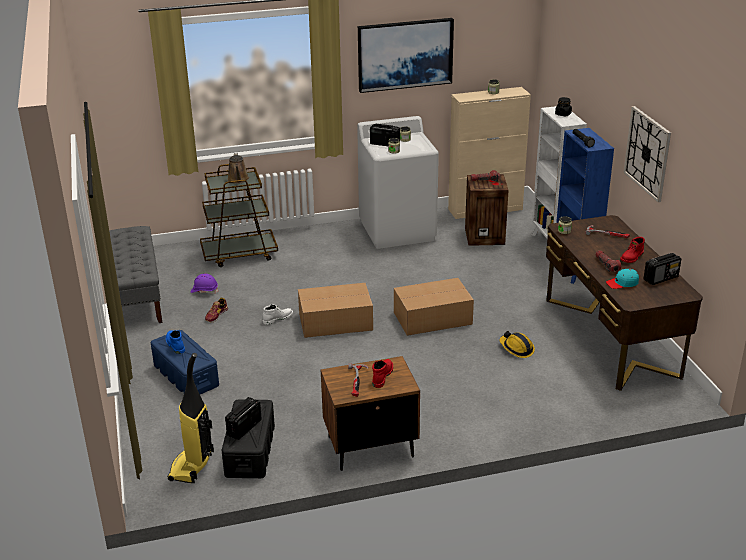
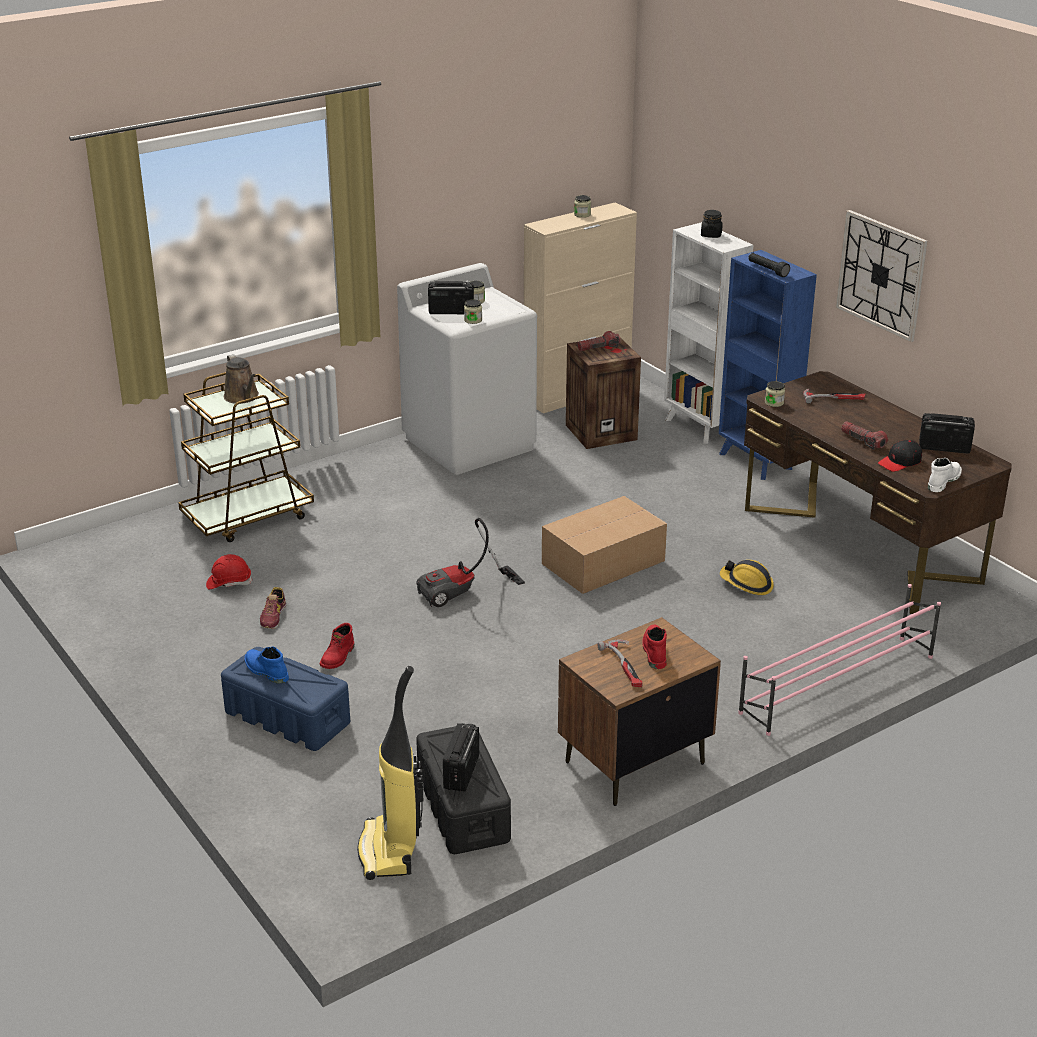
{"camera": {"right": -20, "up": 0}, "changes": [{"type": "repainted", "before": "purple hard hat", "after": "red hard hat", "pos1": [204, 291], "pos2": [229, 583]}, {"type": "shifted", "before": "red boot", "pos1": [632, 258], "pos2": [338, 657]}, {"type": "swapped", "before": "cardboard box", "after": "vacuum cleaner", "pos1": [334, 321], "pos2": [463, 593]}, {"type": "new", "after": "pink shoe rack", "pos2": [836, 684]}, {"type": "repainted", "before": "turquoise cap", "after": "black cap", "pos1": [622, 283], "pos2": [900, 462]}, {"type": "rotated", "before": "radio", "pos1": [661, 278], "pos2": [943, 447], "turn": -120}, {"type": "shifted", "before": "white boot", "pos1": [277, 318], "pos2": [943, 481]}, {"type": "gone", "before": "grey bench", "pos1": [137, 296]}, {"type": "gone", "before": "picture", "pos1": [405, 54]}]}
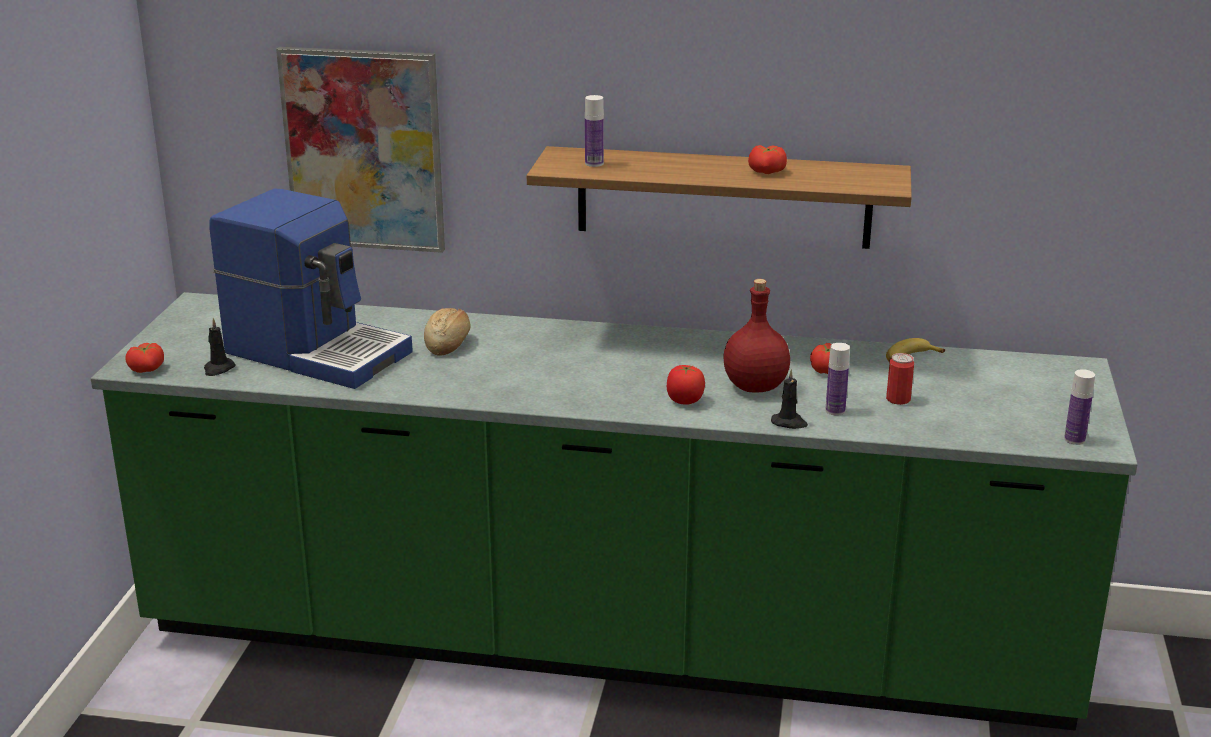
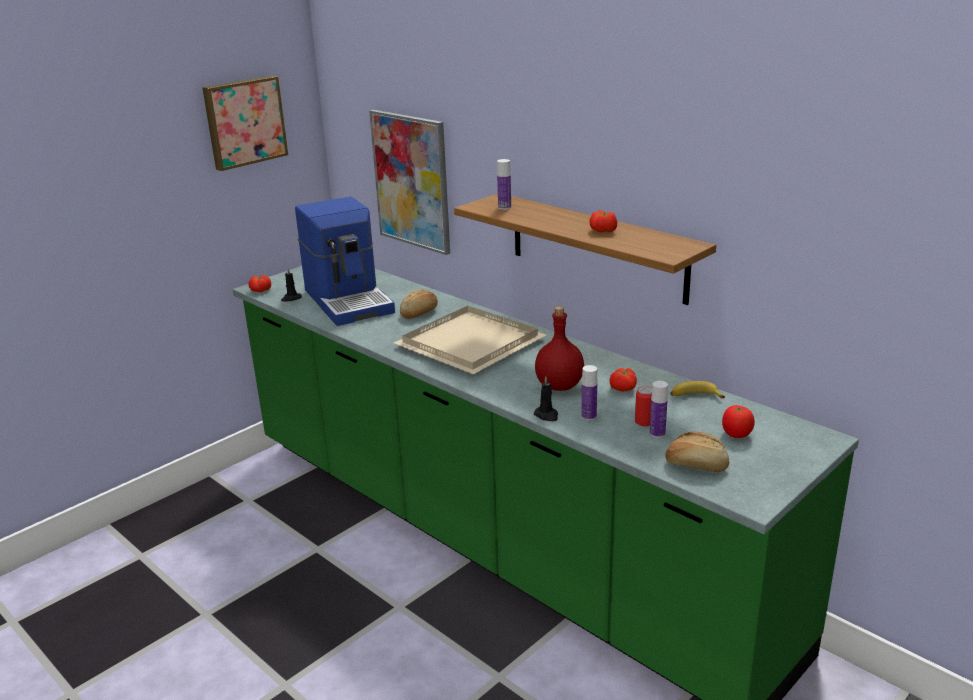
{"camera": {"right": 35, "up": 0}, "changes": [{"type": "new", "after": "picture", "pos2": [244, 122]}, {"type": "new", "after": "beige tray", "pos2": [470, 342]}, {"type": "shifted", "before": "bottle", "pos1": [1074, 439], "pos2": [657, 433]}, {"type": "new", "after": "bread", "pos2": [696, 465]}, {"type": "shifted", "before": "tomato", "pos1": [685, 401], "pos2": [736, 434]}]}
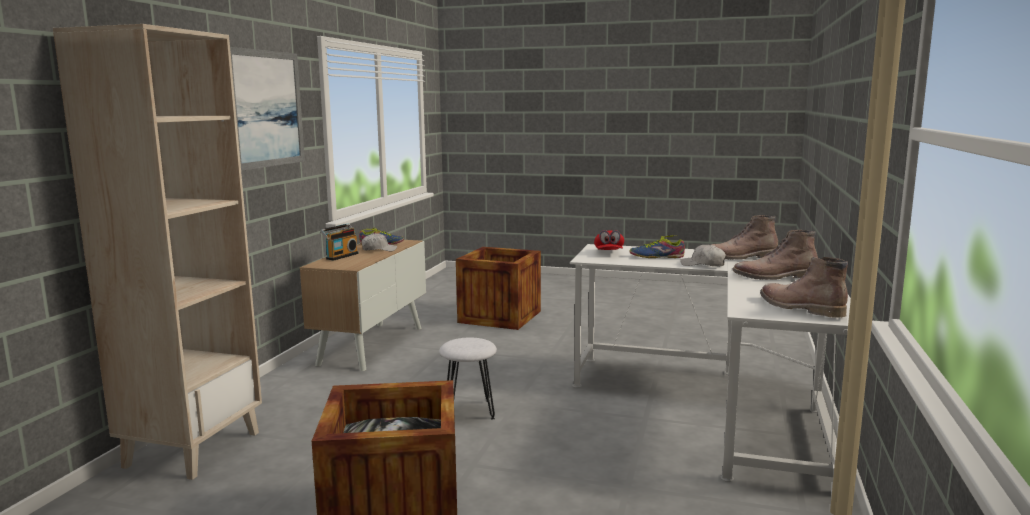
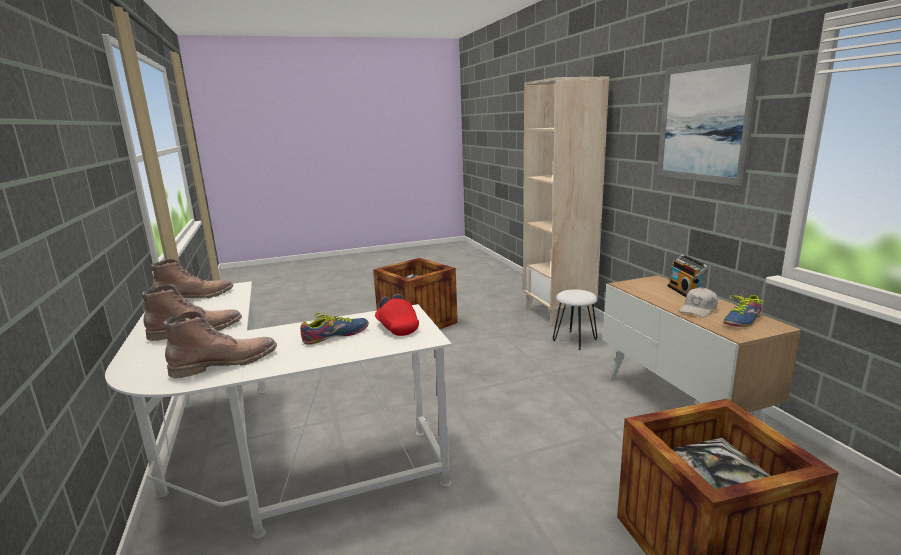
{"camera": {"right": 145, "up": 5}, "changes": [{"type": "rotated", "before": "brown boot", "pos1": [799, 308], "pos2": [196, 297], "turn": -60}, {"type": "shifted", "before": "white stool", "pos1": [469, 410], "pos2": [575, 340]}, {"type": "gone", "before": "white cap", "pos1": [703, 265]}]}
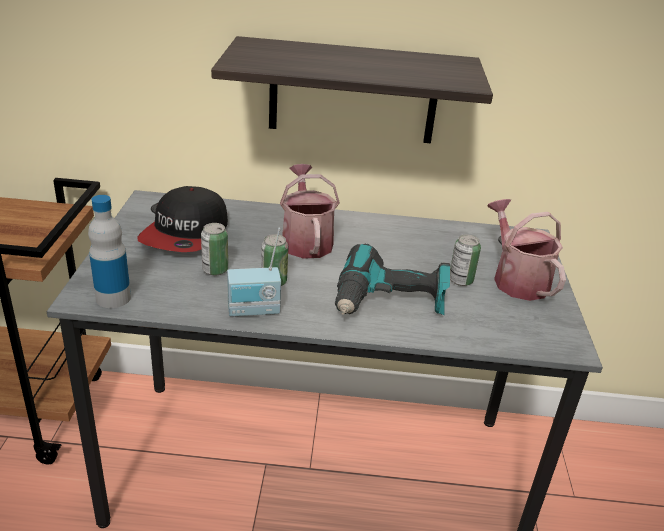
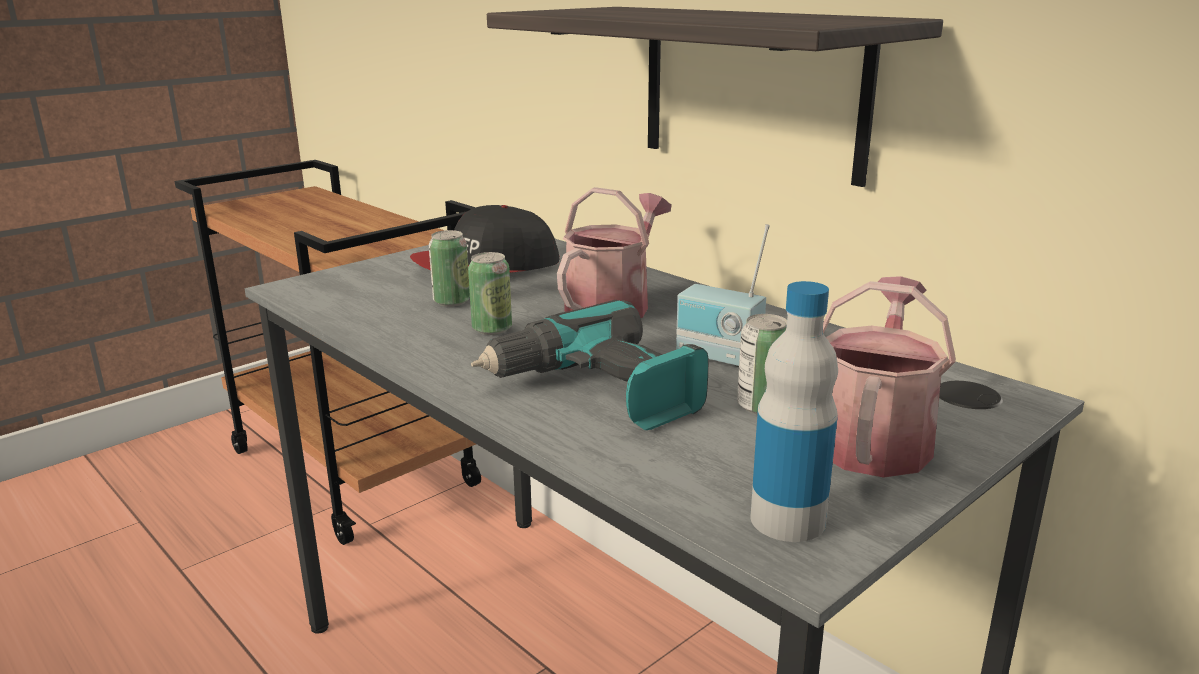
{"camera": {"right": 45, "up": -10}, "changes": [{"type": "shifted", "before": "radio", "pos1": [254, 311], "pos2": [717, 358]}, {"type": "shifted", "before": "bottle", "pos1": [113, 298], "pos2": [787, 520]}]}
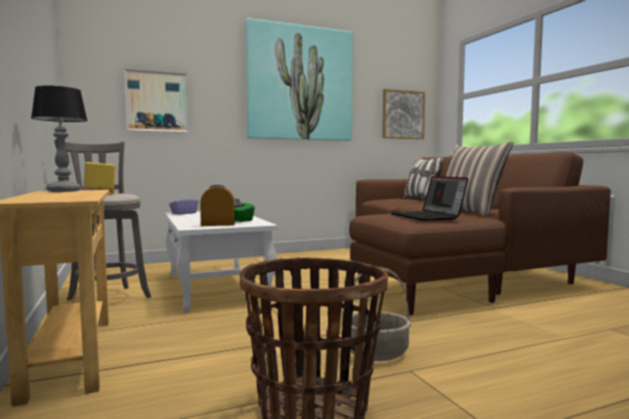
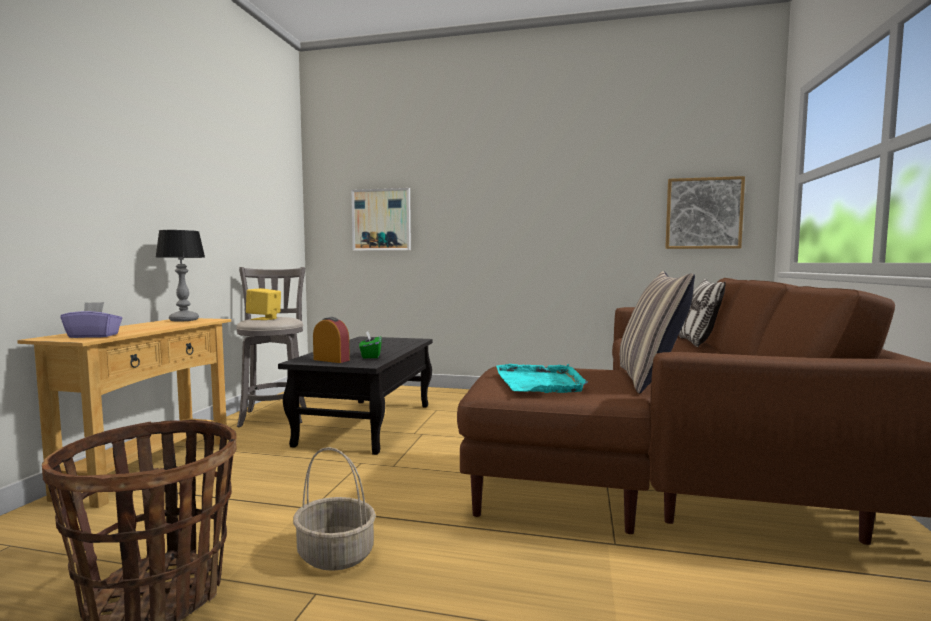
{"camera": {"right": 35, "up": 0}, "changes": [{"type": "shifted", "before": "purple tissue box", "pos1": [184, 213], "pos2": [94, 336]}, {"type": "repainted", "before": "white coffee table", "after": "black coffee table", "pos1": [216, 287], "pos2": [367, 424]}, {"type": "swapped", "before": "laptop", "after": "turquoise tray", "pos1": [428, 217], "pos2": [540, 382]}, {"type": "gone", "before": "picture", "pos1": [300, 84]}]}
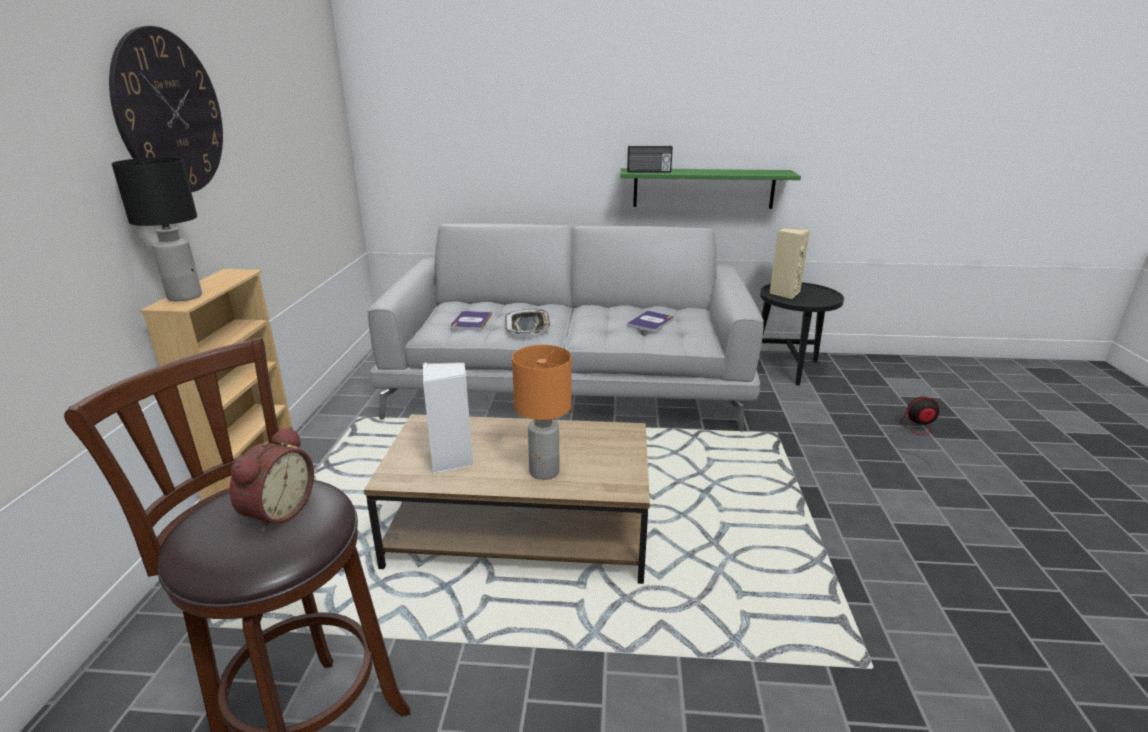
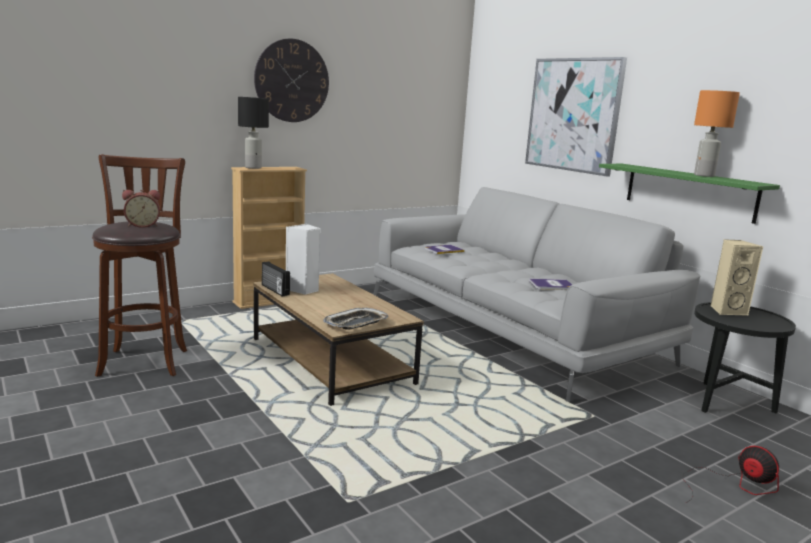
{"camera": {"right": 50, "up": -10}, "changes": [{"type": "shifted", "before": "radio", "pos1": [648, 171], "pos2": [274, 290]}, {"type": "shifted", "before": "tray", "pos1": [528, 326], "pos2": [356, 323]}, {"type": "new", "after": "picture", "pos2": [573, 115]}, {"type": "shifted", "before": "orange table lamp", "pos1": [544, 472], "pos2": [704, 175]}]}
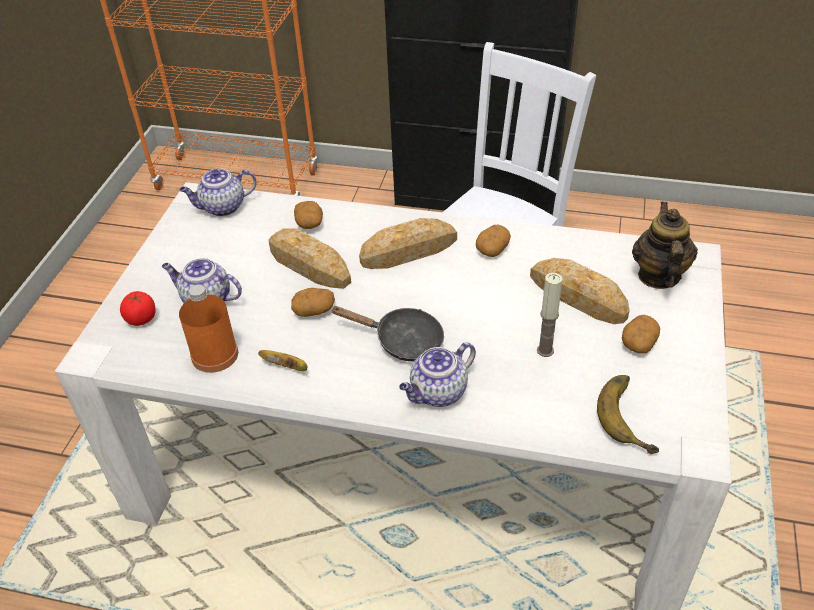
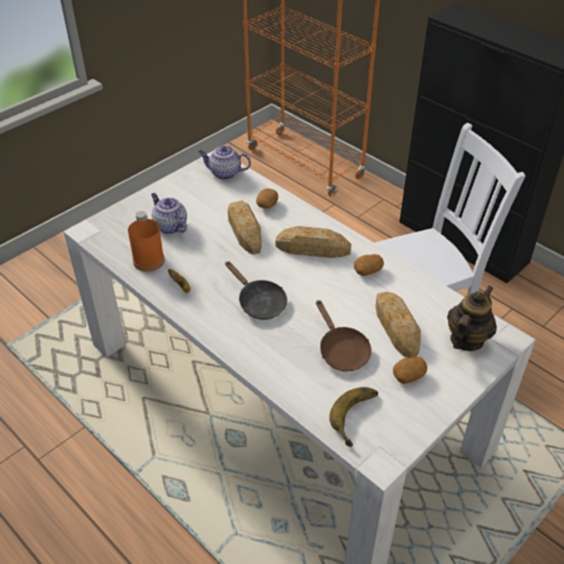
{"camera": {"right": 30, "up": 0}, "changes": [{"type": "swapped", "before": "candle", "after": "brown frying pan", "pos1": [545, 350], "pos2": [341, 350]}, {"type": "gone", "before": "tomato", "pos1": [141, 318]}, {"type": "gone", "before": "potato", "pos1": [314, 310]}, {"type": "gone", "before": "teapot", "pos1": [438, 393]}]}
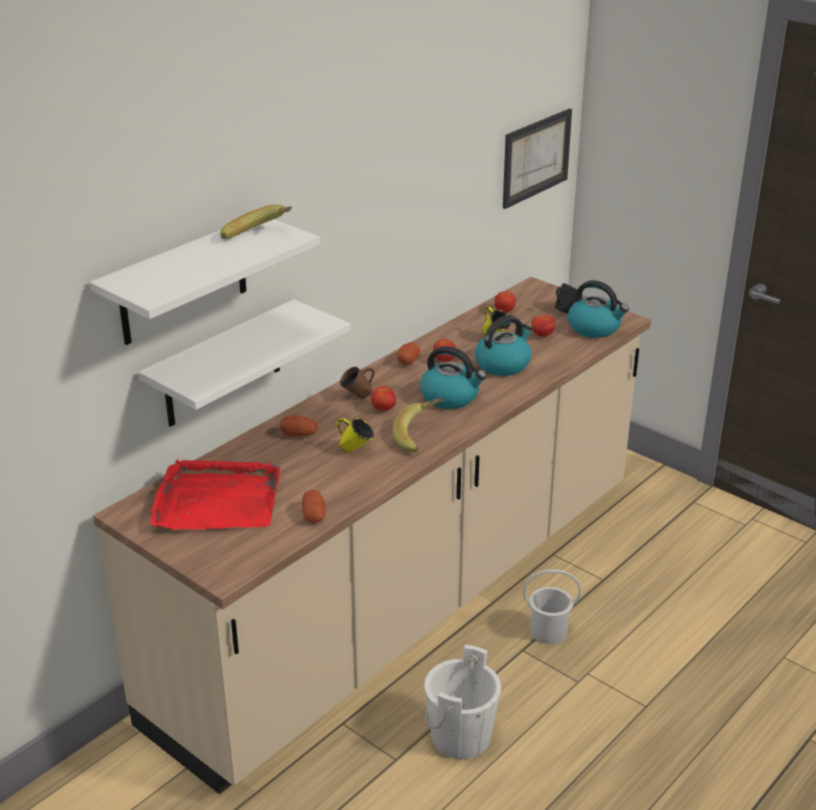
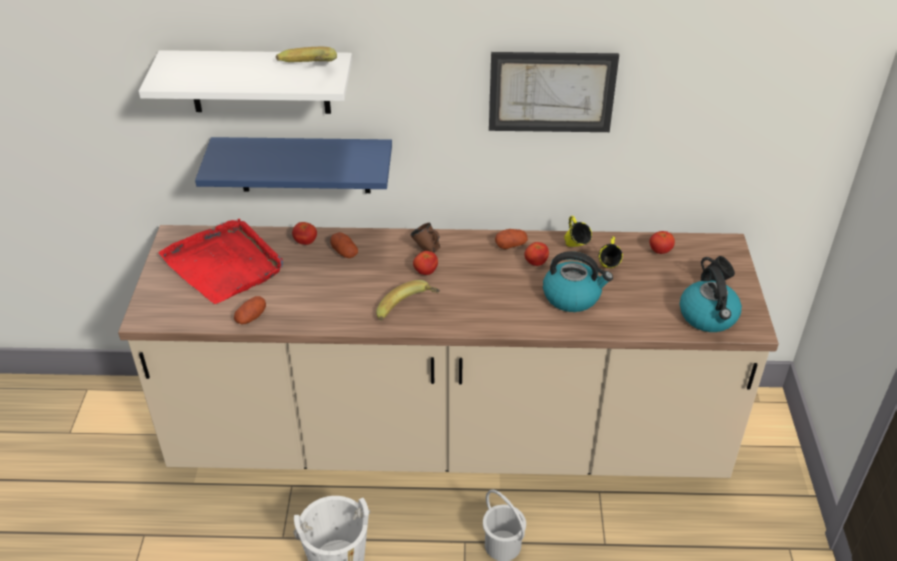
{"camera": {"right": 50, "up": 10}, "changes": [{"type": "repainted", "before": "white shelf", "after": "blue shelf", "pos1": [222, 365], "pos2": [304, 165]}, {"type": "shifted", "before": "tomato", "pos1": [542, 335], "pos2": [305, 242]}, {"type": "shifted", "before": "picture", "pos1": [536, 157], "pos2": [551, 91]}, {"type": "shifted", "before": "yellow mug", "pos1": [355, 451], "pos2": [575, 248]}, {"type": "gone", "before": "kettle", "pos1": [451, 397]}]}
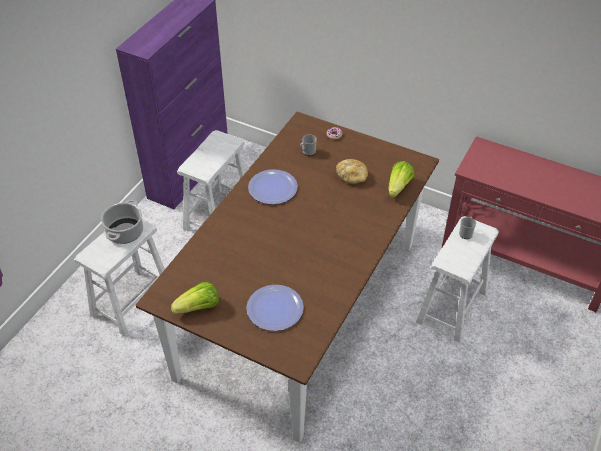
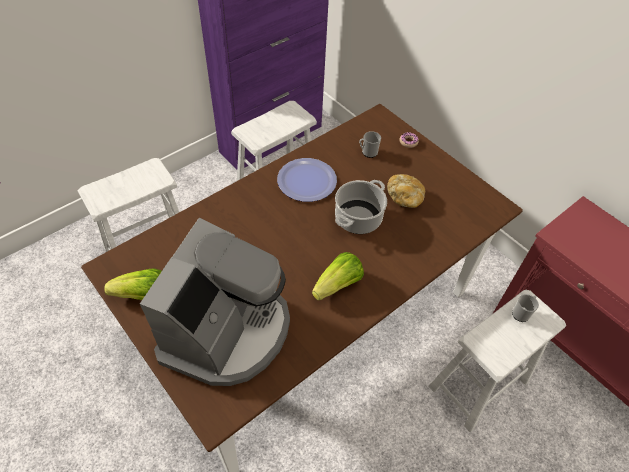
{"camera": {"right": 20, "up": 5}, "changes": [{"type": "swapped", "before": "plate", "after": "coffee machine", "pos1": [275, 308], "pos2": [227, 331]}, {"type": "shifted", "before": "lettuce", "pos1": [398, 187], "pos2": [338, 285]}, {"type": "shifted", "before": "cooking pot", "pos1": [125, 232], "pos2": [358, 219]}]}
